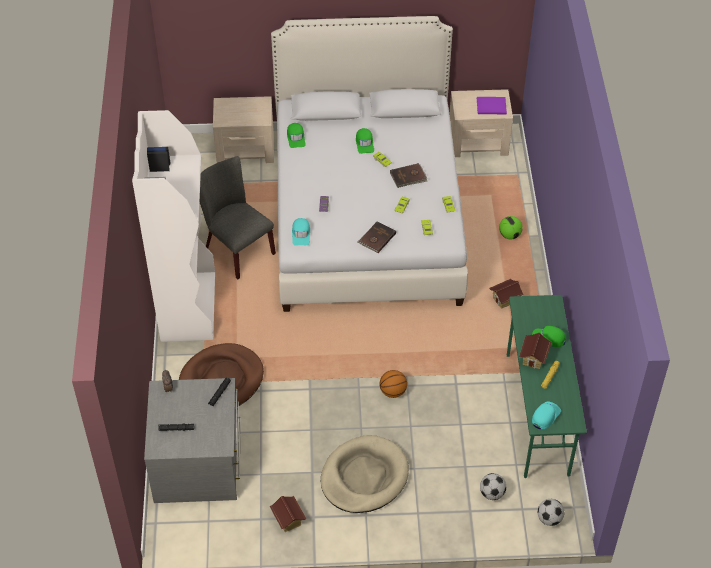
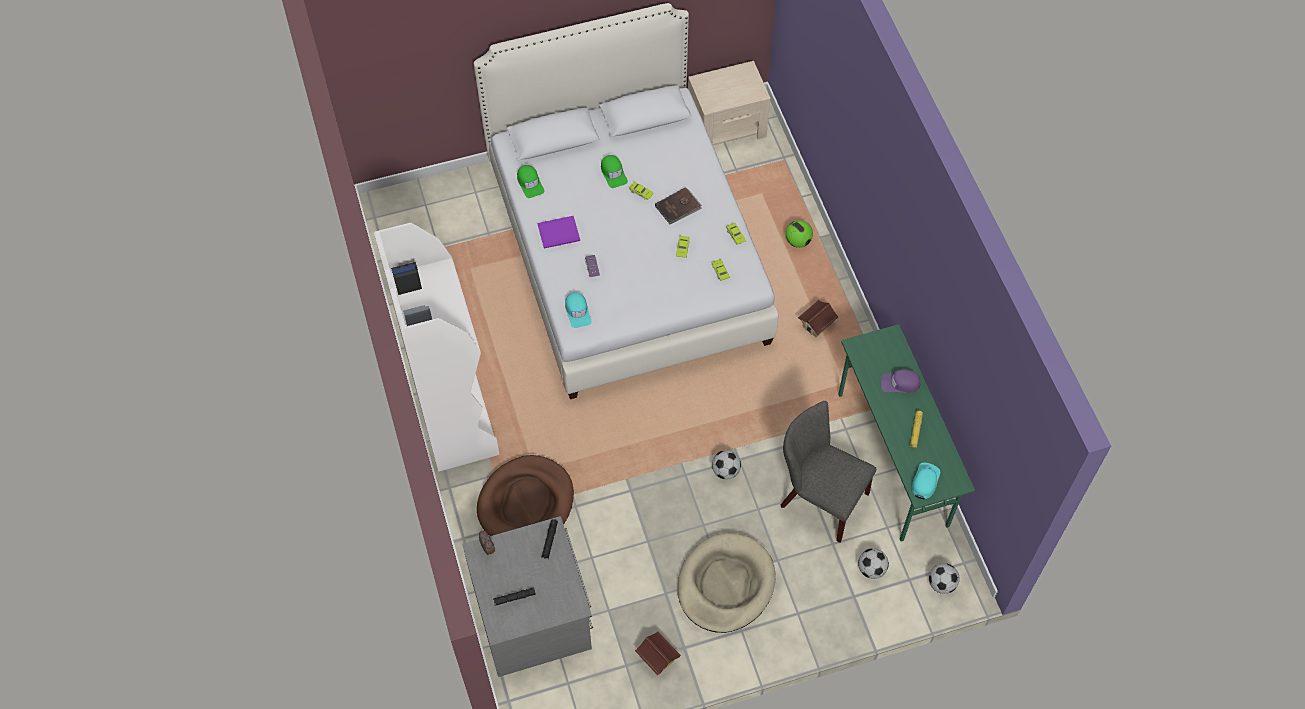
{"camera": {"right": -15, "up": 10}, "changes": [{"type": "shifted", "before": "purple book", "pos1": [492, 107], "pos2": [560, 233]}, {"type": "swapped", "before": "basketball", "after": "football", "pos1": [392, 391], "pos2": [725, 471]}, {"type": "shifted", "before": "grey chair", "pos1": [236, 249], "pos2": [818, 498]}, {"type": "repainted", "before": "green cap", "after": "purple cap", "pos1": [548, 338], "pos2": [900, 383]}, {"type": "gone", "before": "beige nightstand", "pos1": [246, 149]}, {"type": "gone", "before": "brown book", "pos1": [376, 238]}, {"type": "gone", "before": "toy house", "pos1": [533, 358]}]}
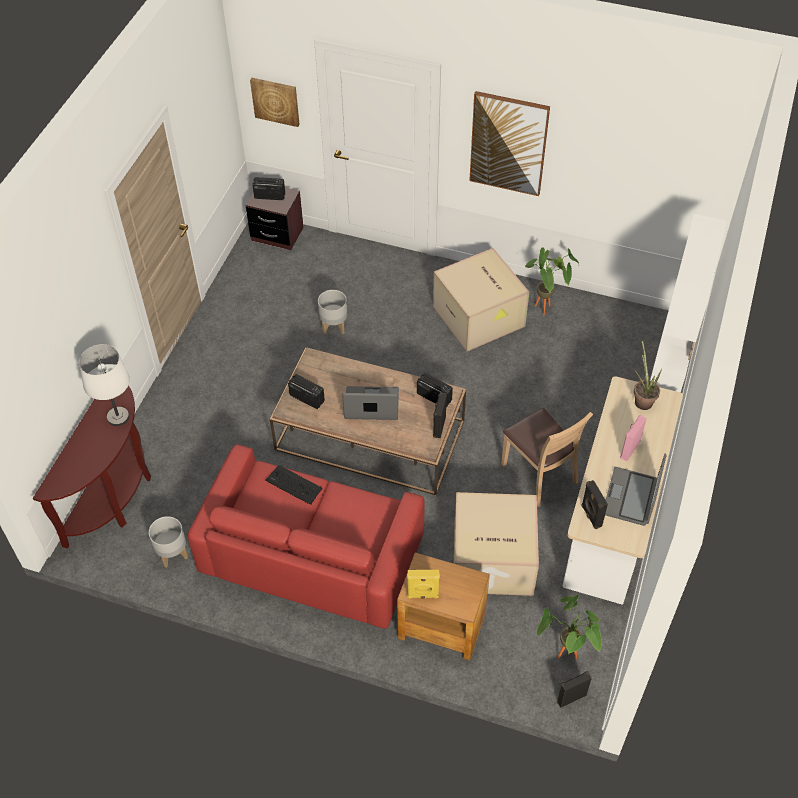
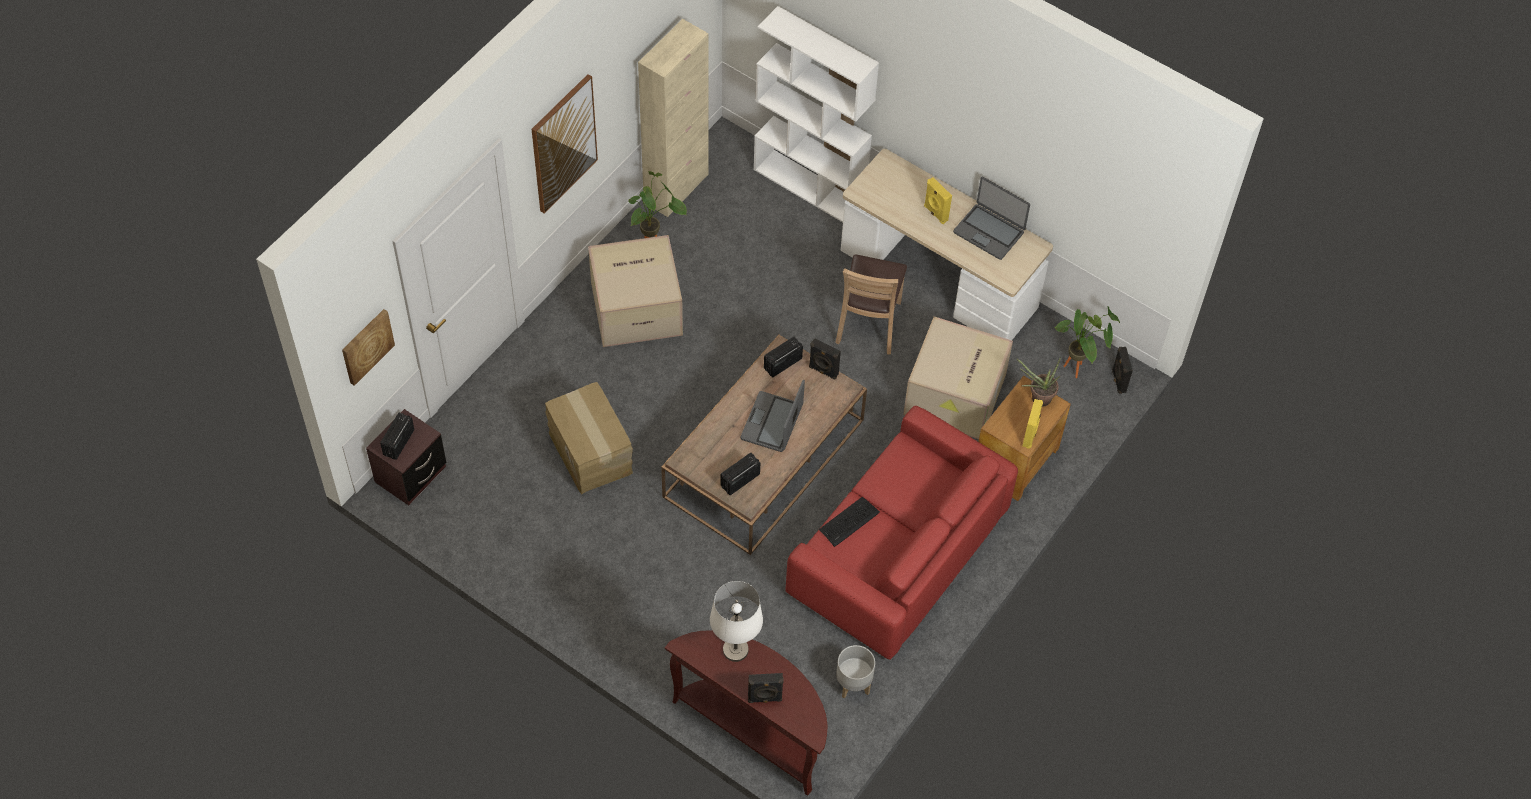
{"camera": {"right": -75, "up": 5}, "changes": [{"type": "swapped", "before": "grey planter", "after": "cardboard box", "pos1": [334, 326], "pos2": [591, 452]}, {"type": "new", "after": "beige cabinet", "pos2": [676, 188]}, {"type": "shifted", "before": "black speaker", "pos1": [590, 516], "pos2": [765, 699]}, {"type": "rotated", "before": "brown chair", "pos1": [539, 474], "pos2": [869, 323], "turn": 120}, {"type": "repainted", "before": "pink speaker", "after": "yellow speaker", "pos1": [629, 449], "pos2": [935, 213]}, {"type": "shifted", "before": "potted plant", "pos1": [642, 399], "pos2": [1037, 398]}]}
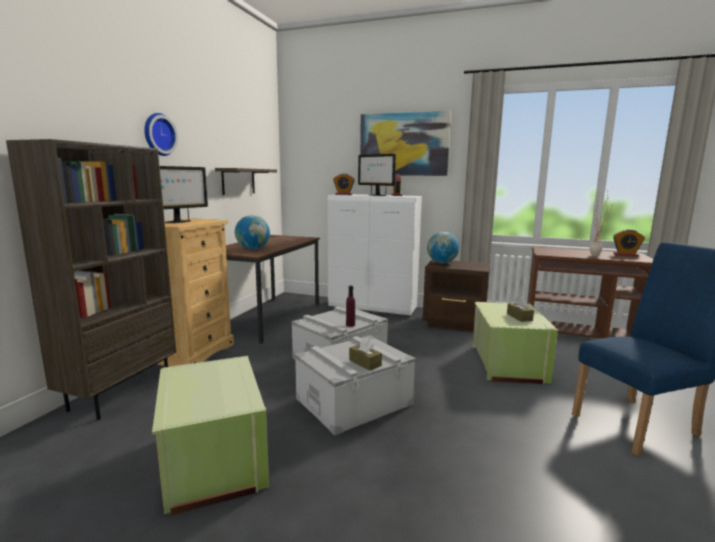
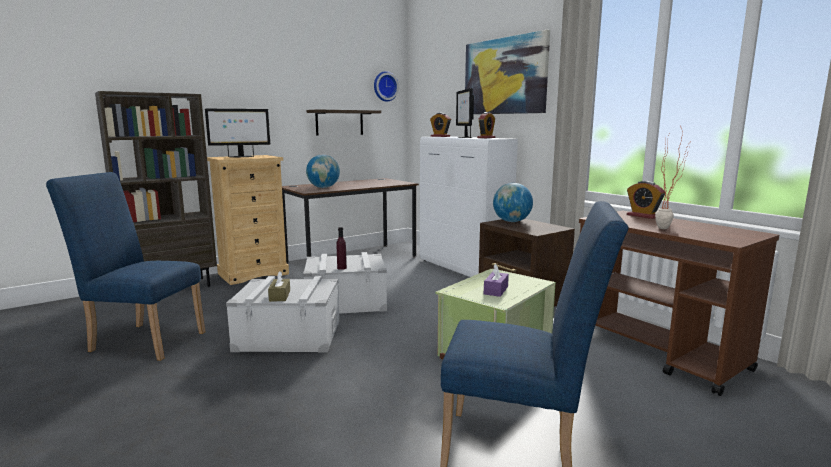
{"camera": {"right": 35, "up": 0}, "changes": [{"type": "swapped", "before": "green storage box", "after": "blue chair", "pos1": [212, 460], "pos2": [142, 340]}, {"type": "shifted", "before": "wall clock", "pos1": [158, 134], "pos2": [385, 86]}, {"type": "repainted", "before": "brown tissue box", "after": "purple tissue box", "pos1": [519, 317], "pos2": [496, 290]}, {"type": "shifted", "before": "alarm clock", "pos1": [625, 255], "pos2": [643, 216]}]}
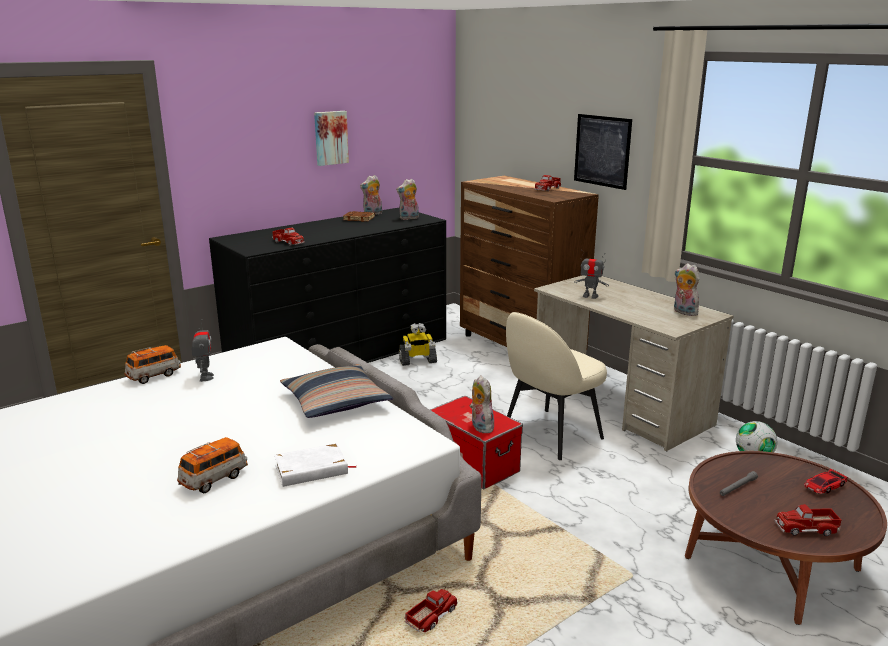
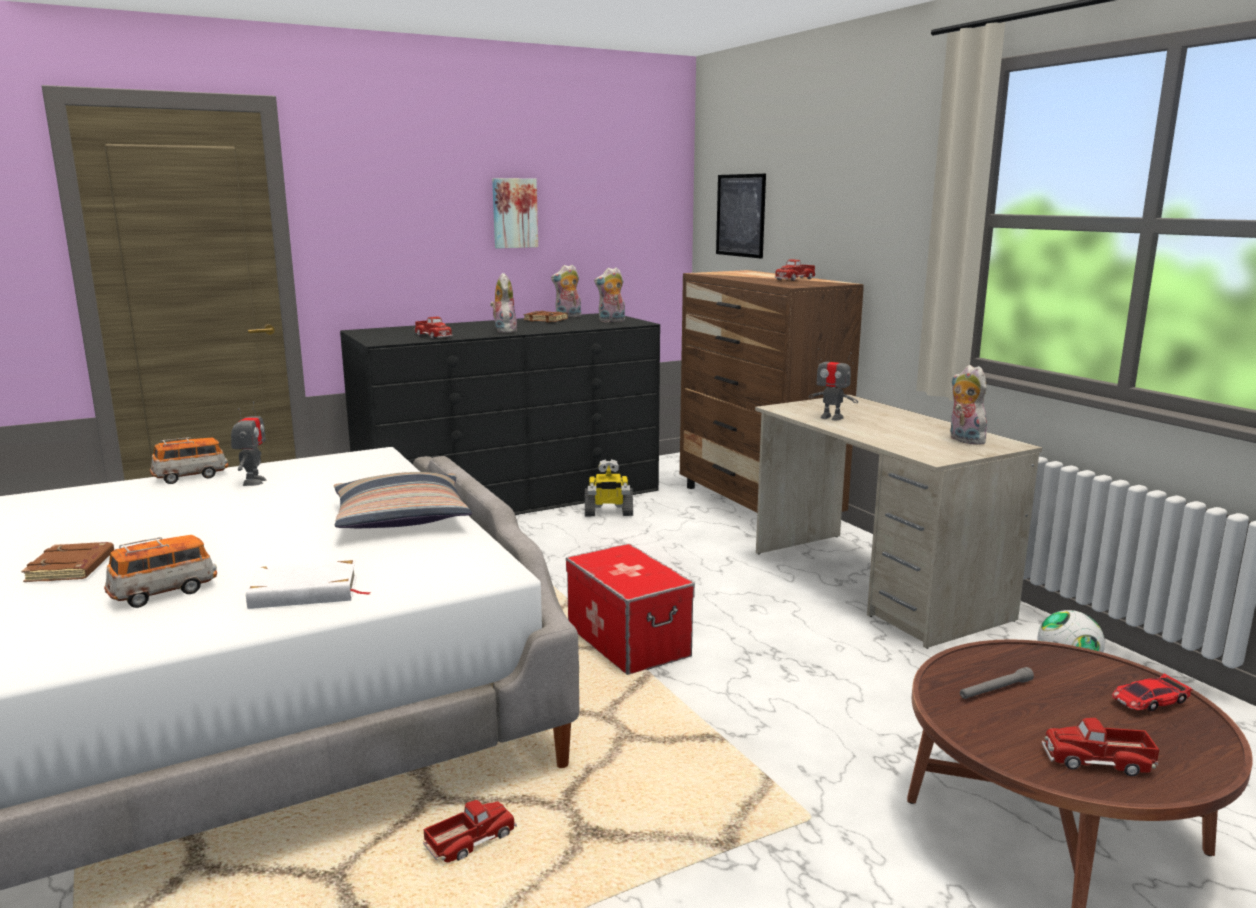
{"camera": {"right": 10, "up": -5}, "changes": [{"type": "new", "after": "brown book", "pos2": [72, 568]}, {"type": "shifted", "before": "plush toy", "pos1": [480, 427], "pos2": [504, 331]}, {"type": "shifted", "before": "picture", "pos1": [602, 151], "pos2": [740, 215]}, {"type": "gone", "before": "beige chair", "pos1": [550, 434]}]}
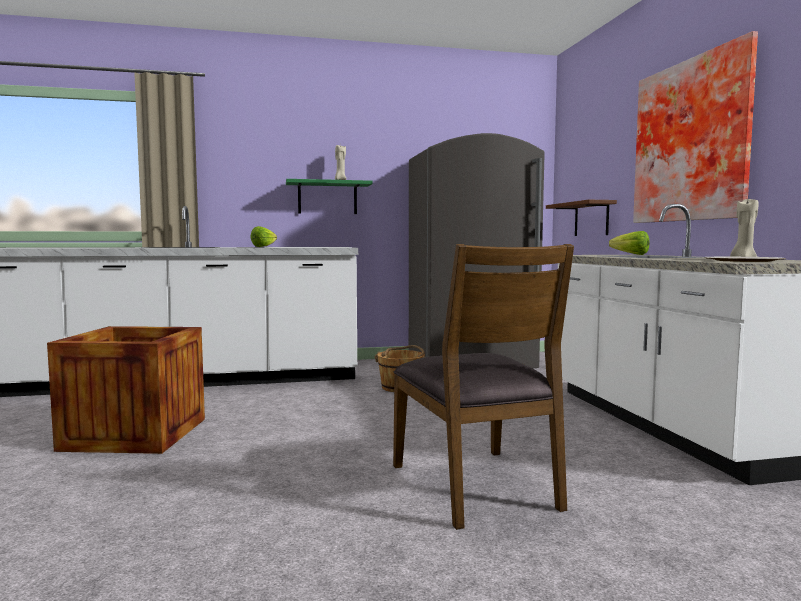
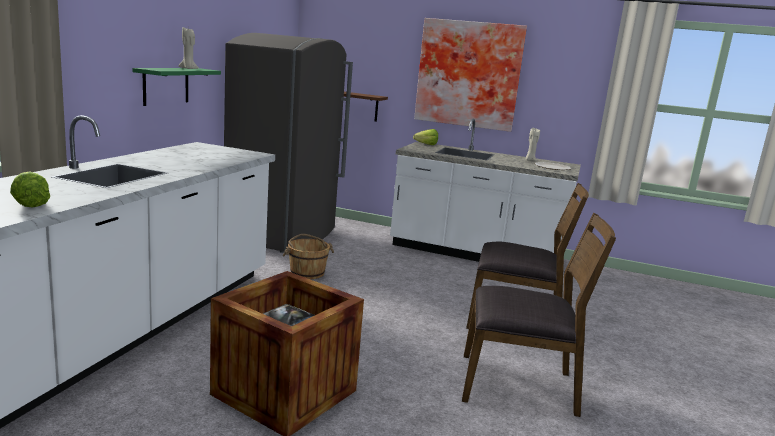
{"camera": {"right": -60, "up": 10}, "changes": [{"type": "shifted", "before": "lettuce", "pos1": [266, 247], "pos2": [31, 202]}, {"type": "new", "after": "brown chair", "pos2": [518, 385]}]}
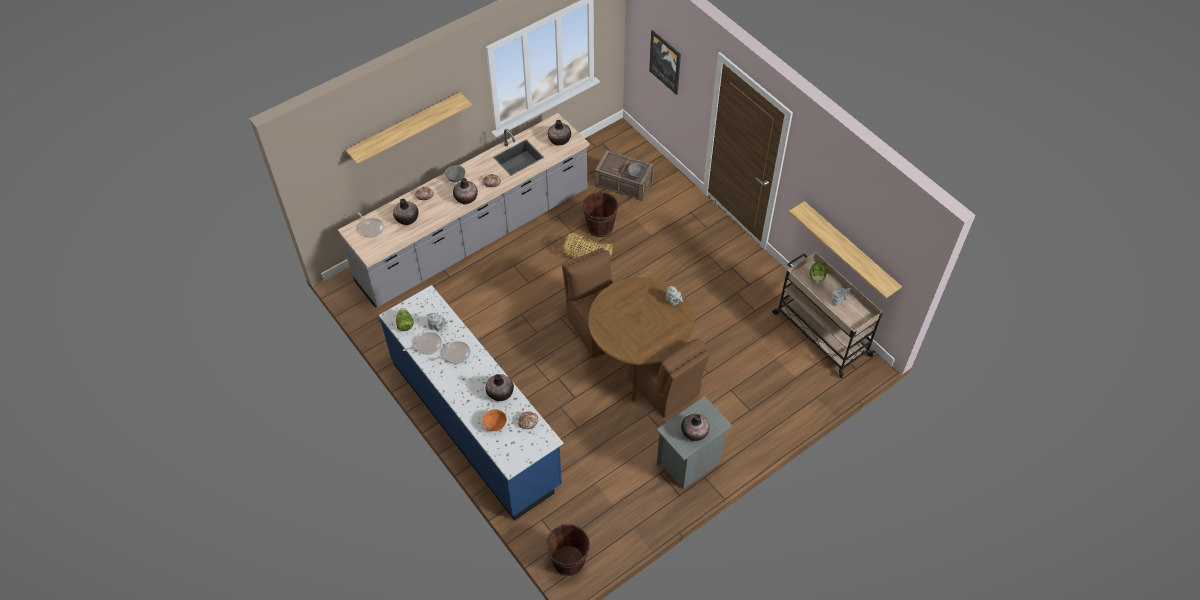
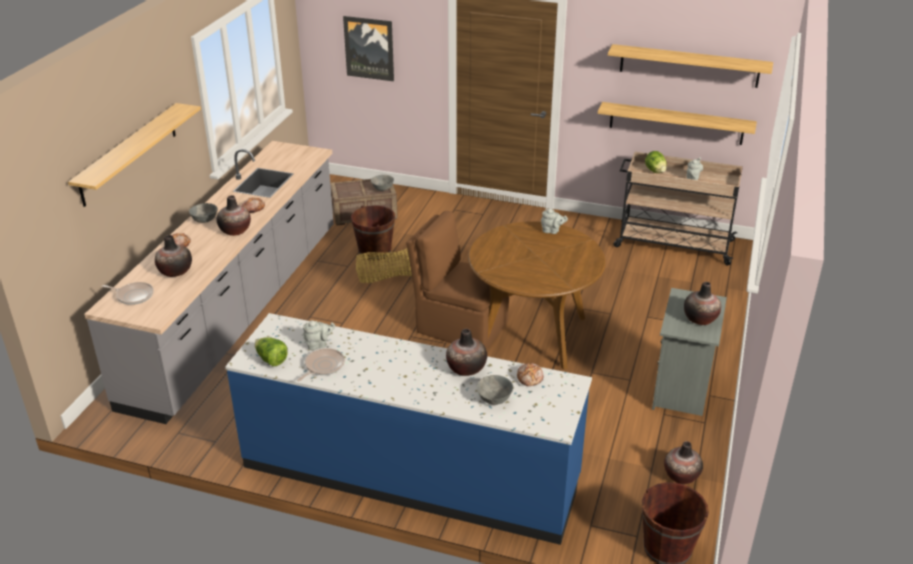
{"camera": {"right": -35, "up": -20}, "changes": [{"type": "repainted", "before": "orange bowl", "after": "grey bowl", "pos1": [495, 425], "pos2": [494, 399]}, {"type": "new", "after": "shelf", "pos2": [689, 66]}, {"type": "shifted", "before": "vase", "pos1": [559, 140], "pos2": [681, 475]}, {"type": "gone", "before": "frying pan", "pos1": [455, 354]}, {"type": "gone", "before": "brown chair", "pos1": [664, 388]}]}
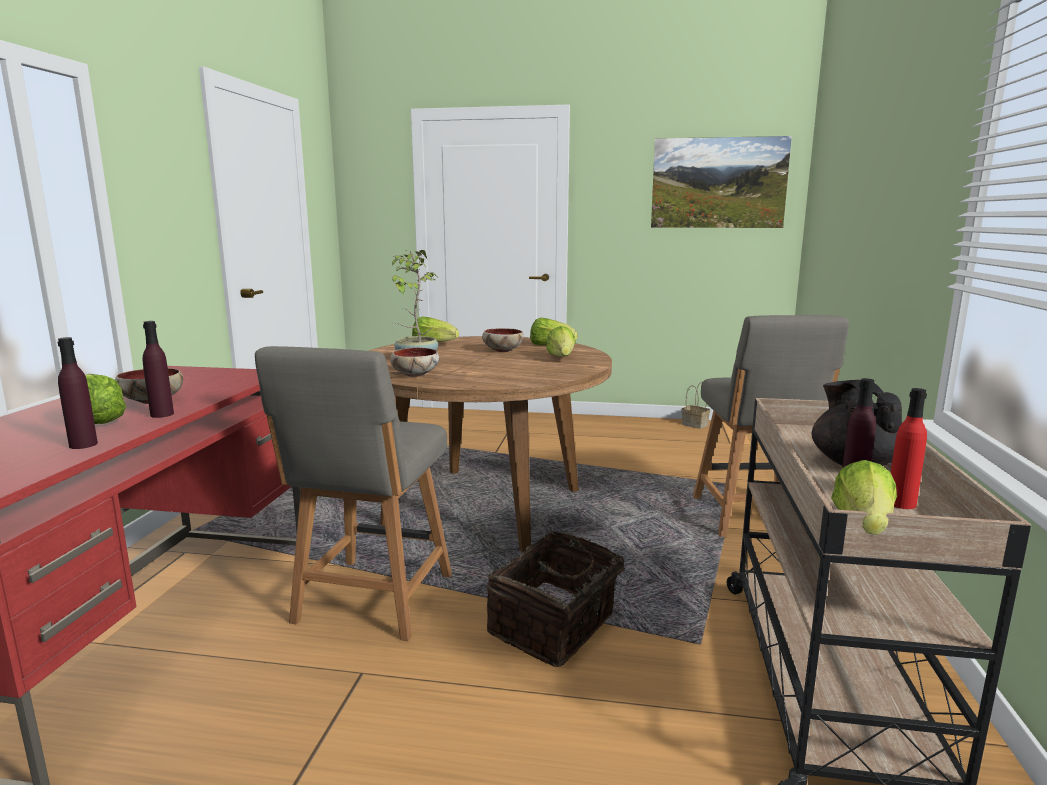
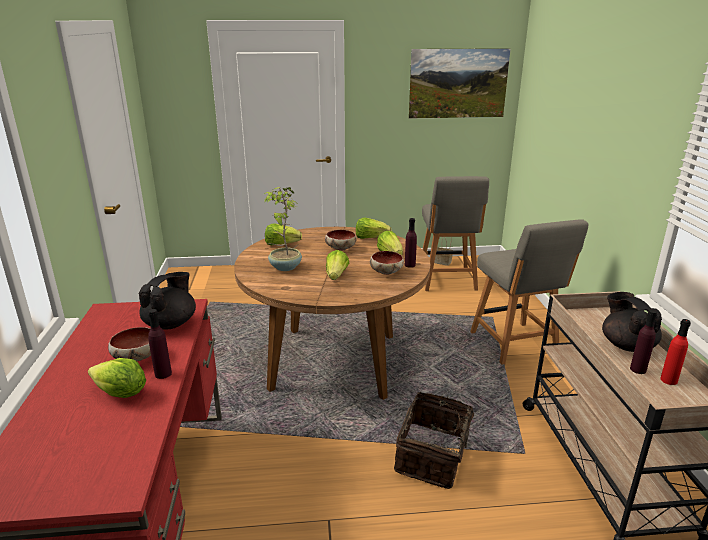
{"camera": {"right": -15, "up": 10}, "changes": [{"type": "new", "after": "black teapot", "pos2": [171, 323]}, {"type": "shifted", "before": "lettuce", "pos1": [863, 526], "pos2": [336, 276]}, {"type": "shifted", "before": "bowl", "pos1": [415, 374], "pos2": [385, 272]}, {"type": "shifted", "before": "purple bottle", "pos1": [83, 445], "pos2": [410, 265]}, {"type": "shifted", "before": "grey chair", "pos1": [372, 601], "pos2": [447, 280]}]}
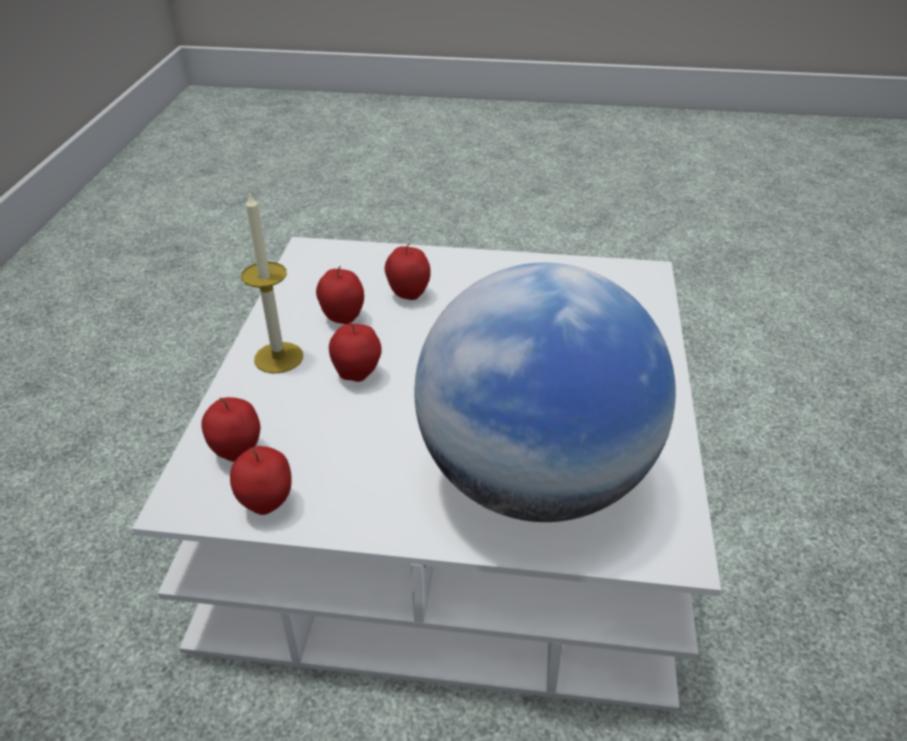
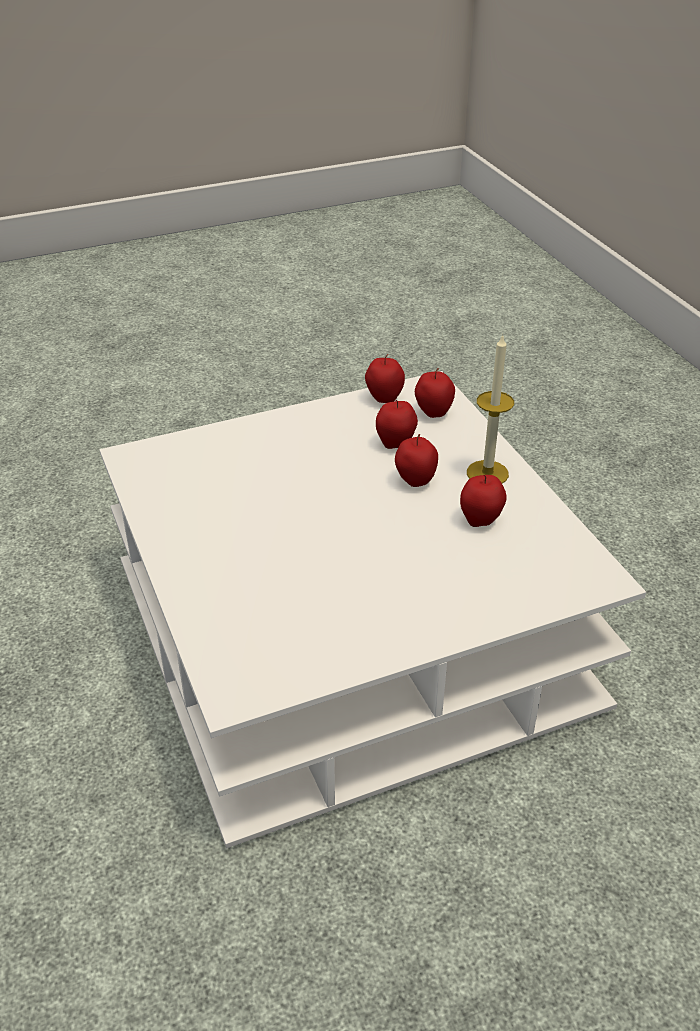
{"camera": {"right": 150, "up": 0}, "changes": [{"type": "shifted", "before": "apple", "pos1": [408, 295], "pos2": [395, 444]}, {"type": "gone", "before": "globe", "pos1": [533, 479]}]}
